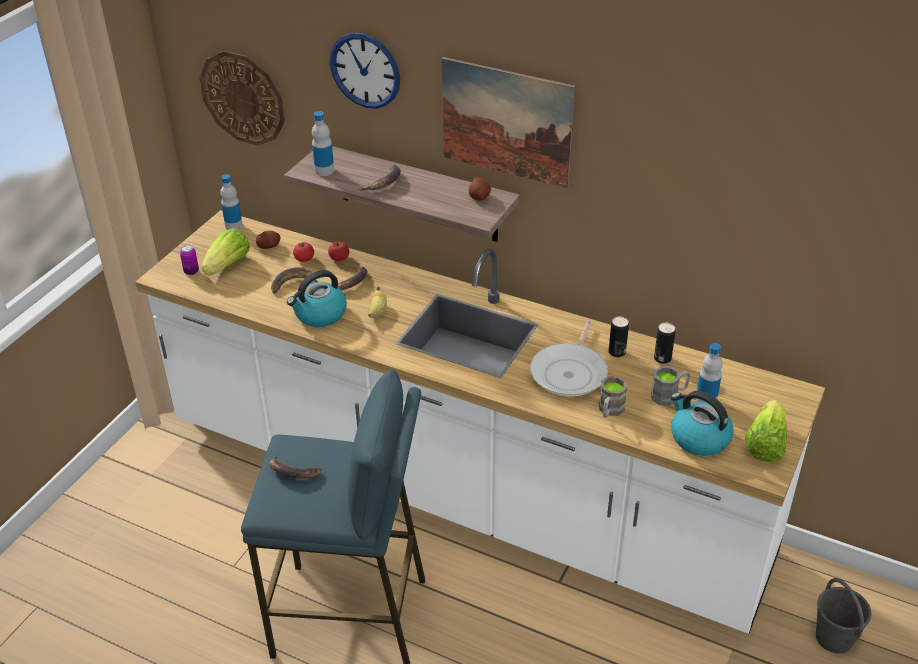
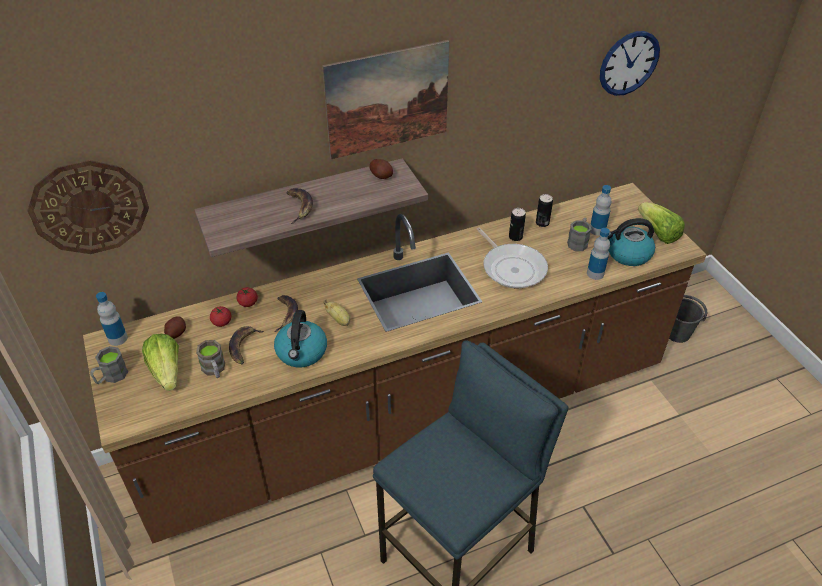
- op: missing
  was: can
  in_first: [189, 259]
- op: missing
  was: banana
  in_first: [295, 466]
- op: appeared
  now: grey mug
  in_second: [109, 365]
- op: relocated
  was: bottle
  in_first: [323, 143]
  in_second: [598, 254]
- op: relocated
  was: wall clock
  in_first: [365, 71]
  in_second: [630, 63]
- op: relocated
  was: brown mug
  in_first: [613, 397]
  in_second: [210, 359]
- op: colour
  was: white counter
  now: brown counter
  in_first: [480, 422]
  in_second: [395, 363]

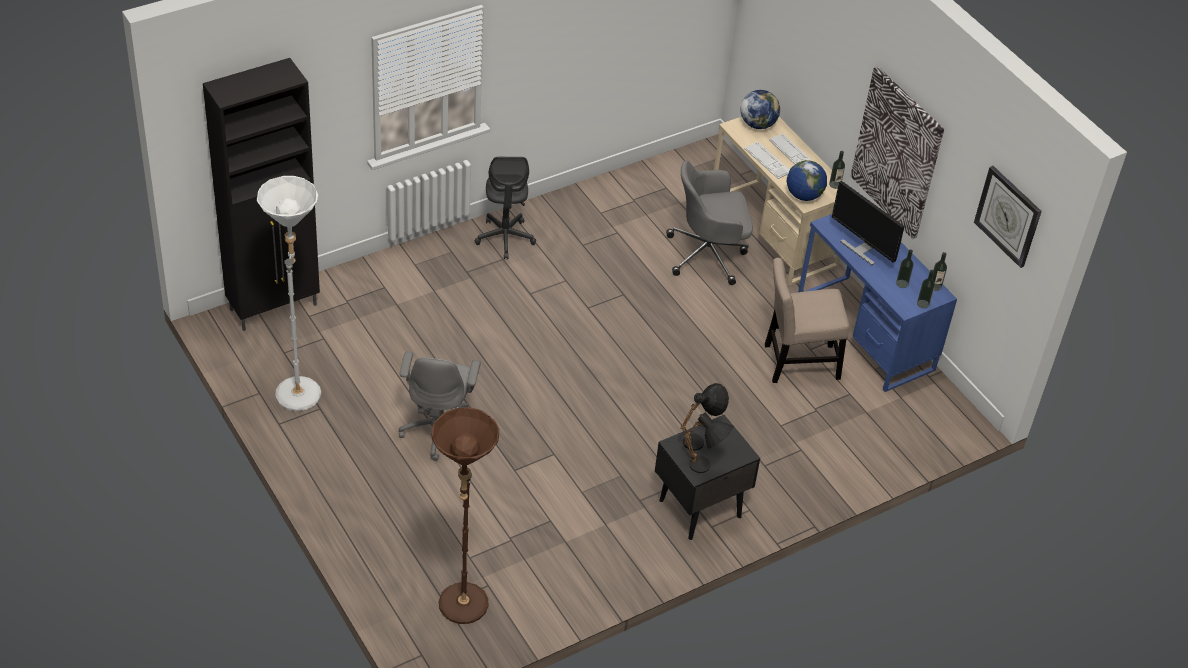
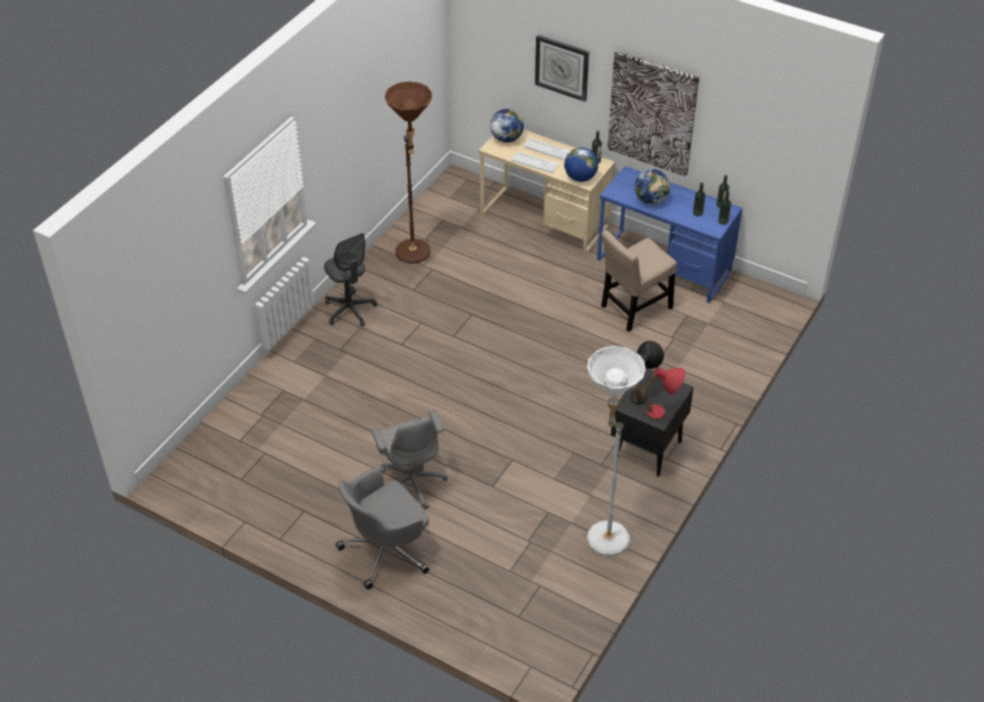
- op: missing
  was: black cabinet
  in_first: [261, 194]
- op: relocated
  was: white floor lamp
  in_first: [289, 293]
  in_second: [616, 451]
- op: relocated
  was: brown floor lamp
  in_first: [465, 515]
  in_second: [408, 172]
- op: relocated
  was: grey office chair
  in_first: [709, 222]
  in_second: [382, 529]
- op: relocated
  was: wall clock
  in_first: [1008, 217]
  in_second: [562, 68]
- op: exchanged
  was: monitor
  now: globe
  in_first: [868, 222]
  in_second: [652, 186]
- op: colour
  was: black table lamp
  now: red table lamp
  in_first: [709, 443]
  in_second: [663, 393]

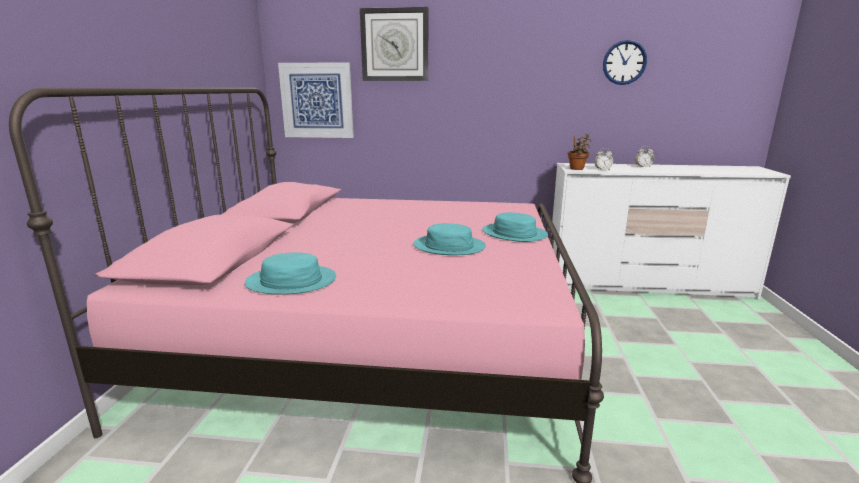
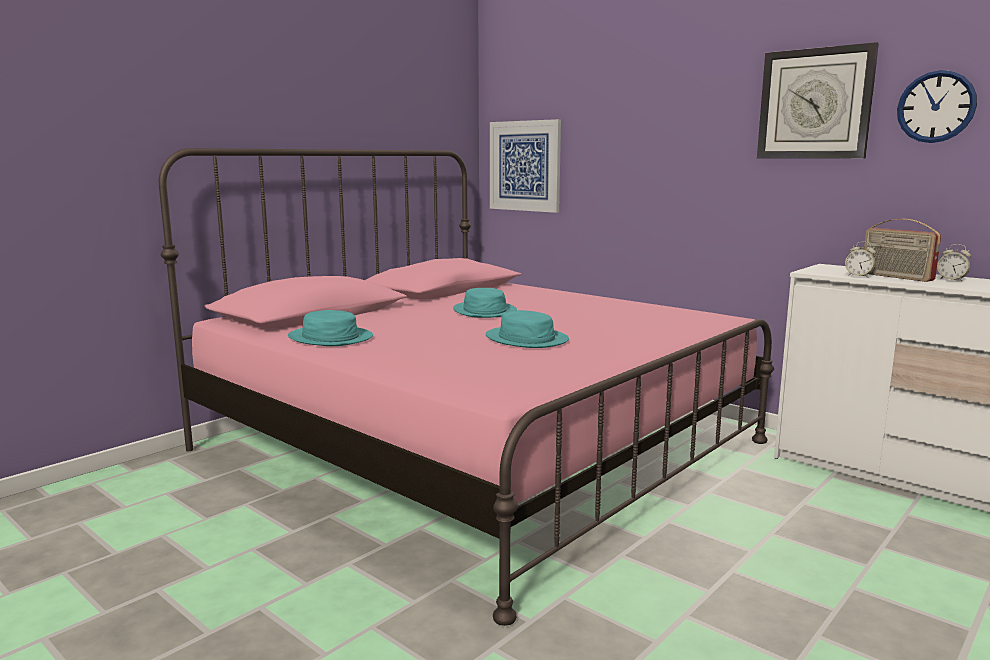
- op: missing
  was: potted plant
  in_first: [579, 152]
- op: appeared
  now: radio
  in_second: [902, 250]
- op: relocated
  was: wall clock
  in_first: [394, 44]
  in_second: [818, 100]
- op: relocated
  was: turquoise hat
  in_first: [515, 227]
  in_second: [485, 303]

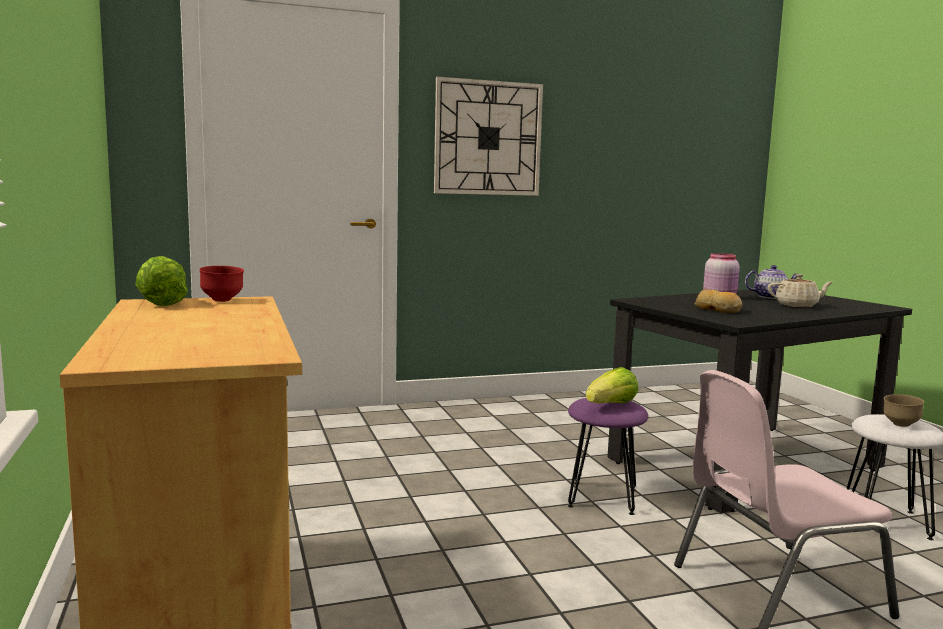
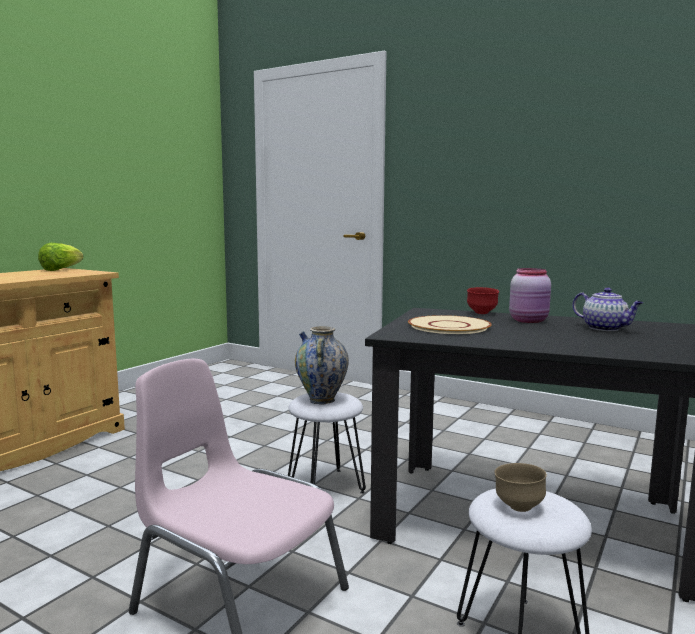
- op: missing
  was: wall clock
  in_first: [488, 136]
- op: missing
  was: beige teapot
  in_first: [800, 290]
- op: relocated
  was: red bowl
  in_first: [221, 284]
  in_second: [483, 300]
- op: exchanged
  was: lettuce
  now: vase
  in_first: [612, 385]
  in_second: [322, 365]
- op: exchanged
  was: bread
  now: beige plate
  in_first: [718, 301]
  in_second: [450, 324]
- op: colour
  was: purple stool
  now: white stool
  in_first: [608, 456]
  in_second: [327, 443]

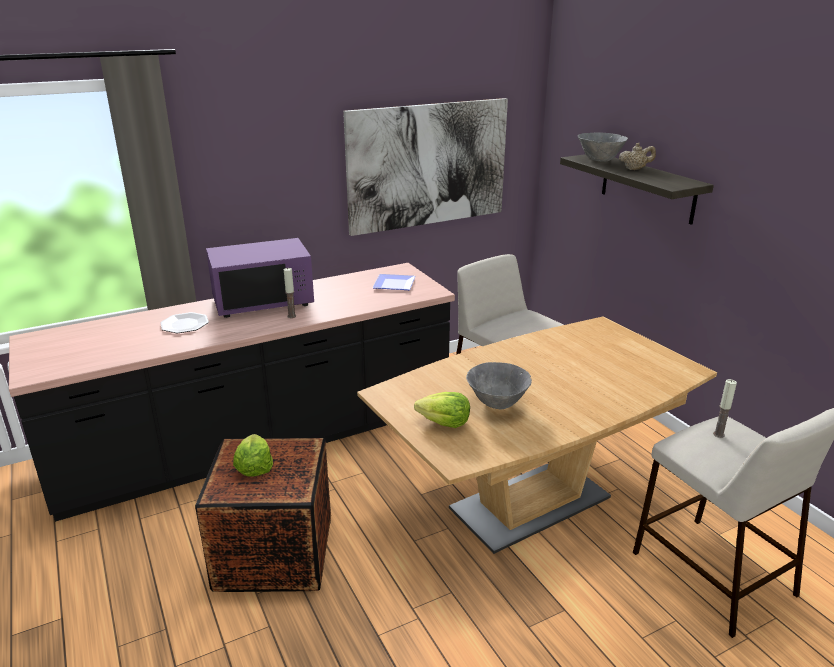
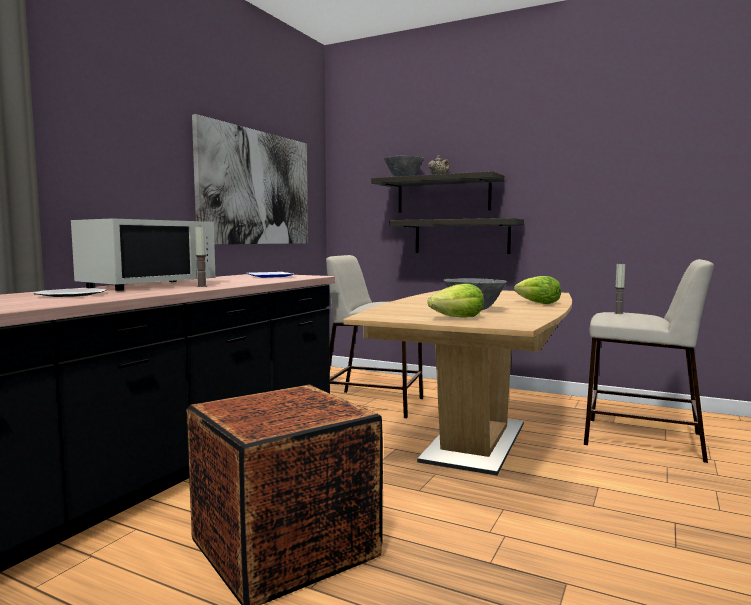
- op: appeared
  now: shelf
  in_second: [456, 236]
- op: relocated
  was: lettuce
  in_first: [253, 455]
  in_second: [537, 290]
- op: colour
  was: purple microwave
  now: white microwave
  in_first: [260, 278]
  in_second: [143, 254]

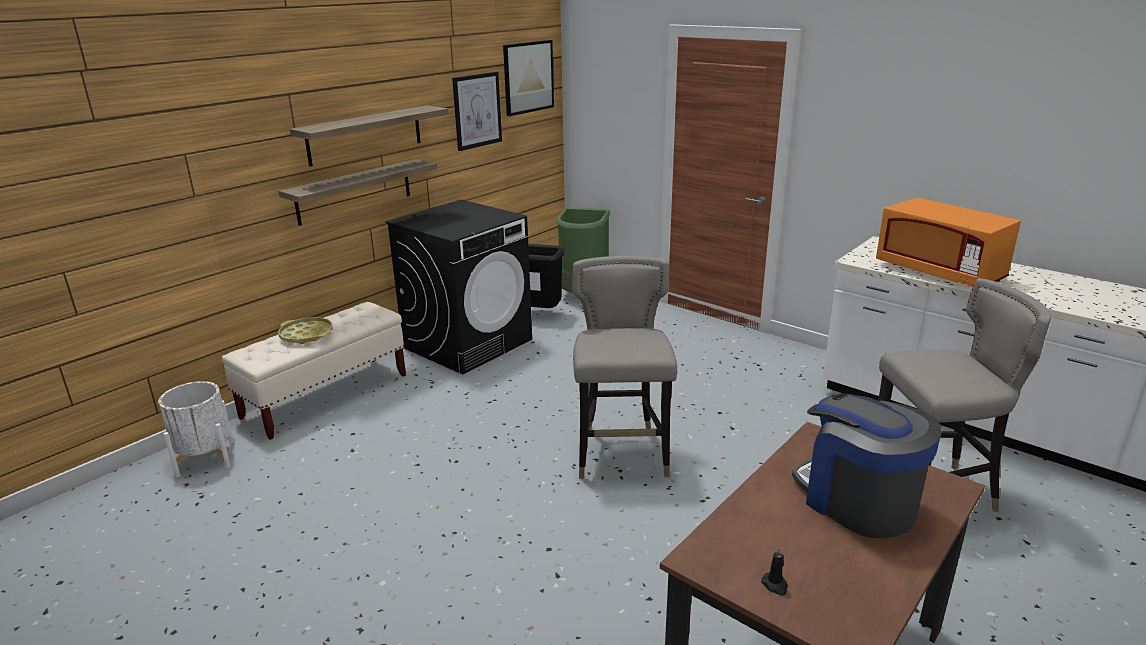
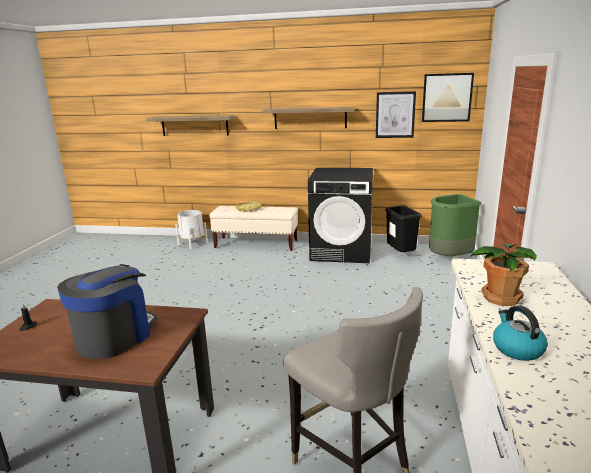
- op: missing
  was: grey stool
  in_first: [624, 367]
- op: appeared
  now: kettle
  in_second: [520, 333]
- op: relocated
  was: shelf
  in_first: [357, 192]
  in_second: [190, 125]
- op: exchanged
  was: orange microwave
  now: potted plant
  in_first: [948, 242]
  in_second: [503, 274]

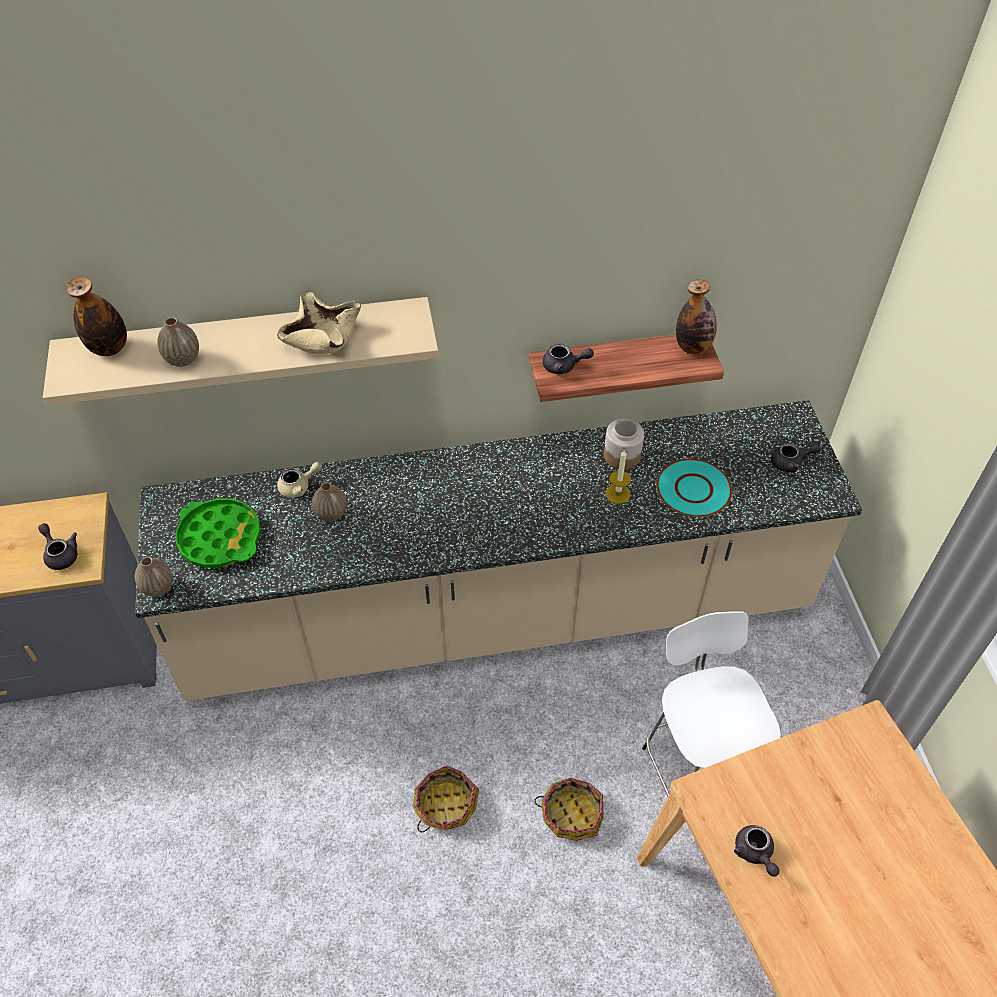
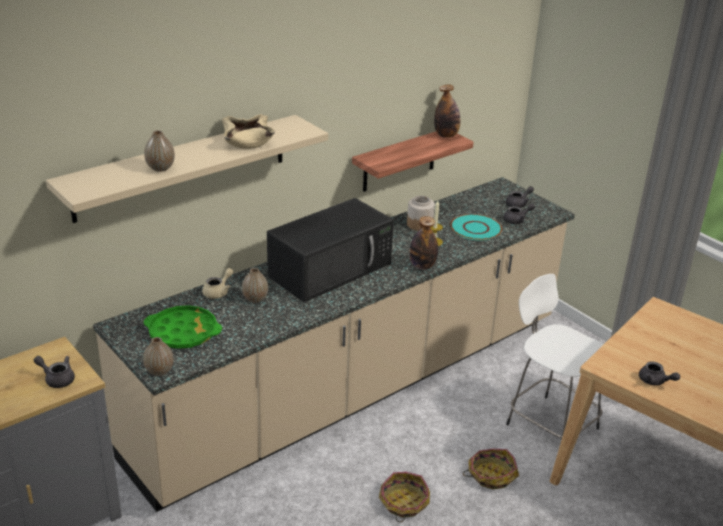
- op: appeared
  now: black microwave
  in_second: [330, 250]
- op: relocated
  was: bottle
  in_first: [96, 316]
  in_second: [423, 243]
- op: relocated
  was: grey teapot
  in_first: [568, 359]
  in_second: [519, 213]

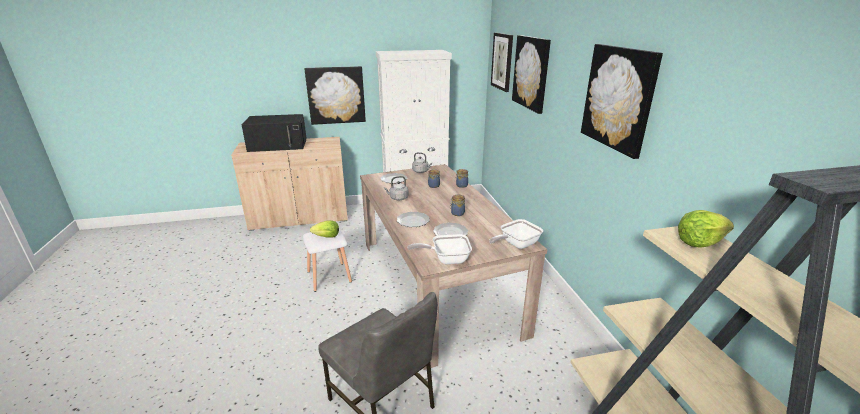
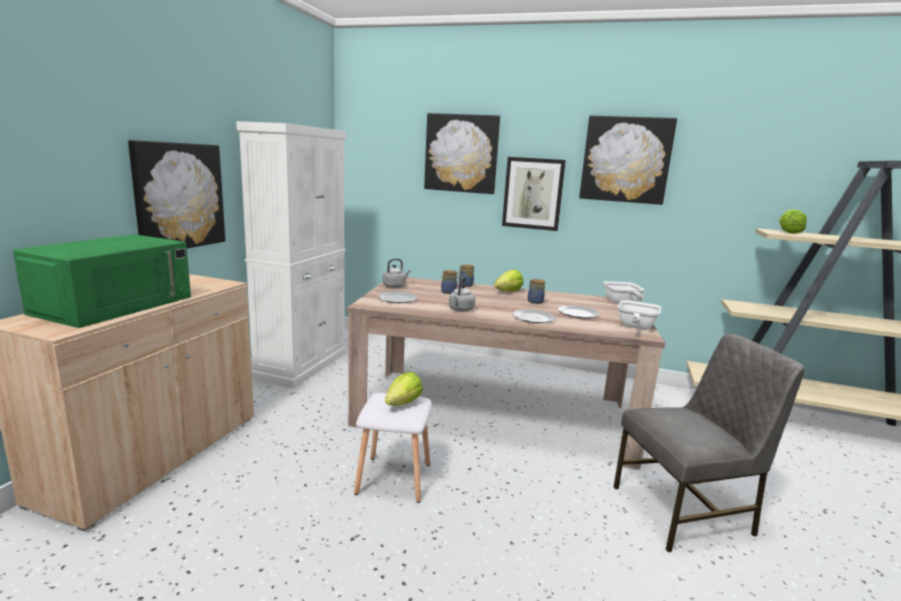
- op: appeared
  now: lettuce
  in_second: [508, 281]
- op: relocated
  was: picture
  in_first: [502, 62]
  in_second: [534, 194]
- op: colour
  was: black microwave
  now: green microwave
  in_first: [274, 133]
  in_second: [102, 281]

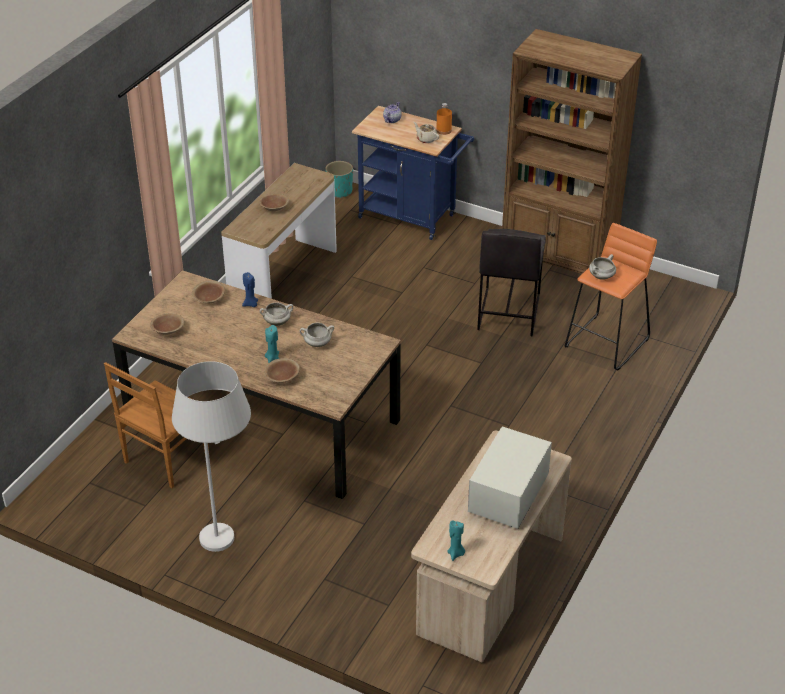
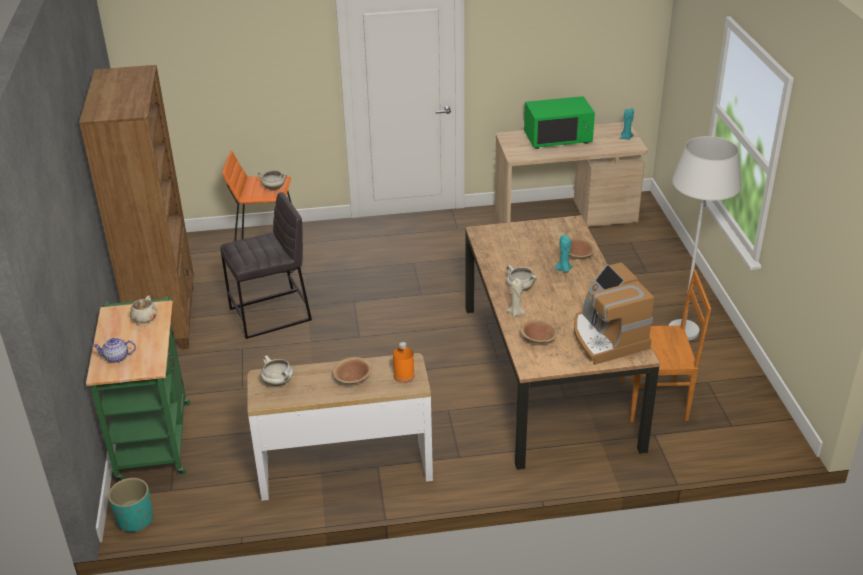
- op: relocated
  was: white cooking pot
  in_first: [317, 334]
  in_second: [277, 370]
- op: relocated
  was: orange bottle
  in_first: [444, 119]
  in_second: [404, 362]
- op: exchanged
  was: brown bowl
  now: coffee machine
  in_first: [167, 324]
  in_second: [614, 313]
- op: colour
  was: blue candle
  now: beige candle
  in_first: [250, 289]
  in_second: [516, 297]
- op: colour
  was: blue cart
  now: green cart
  in_first: [413, 173]
  in_second: [138, 389]
- op: colour
  was: white microwave
  now: green microwave
  in_first: [510, 477]
  in_second: [559, 122]

